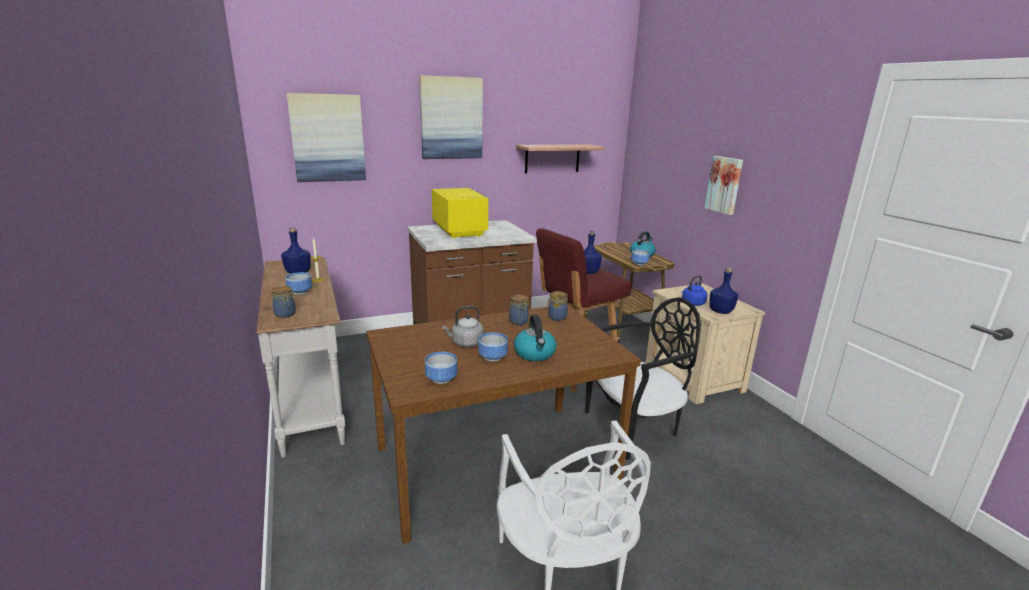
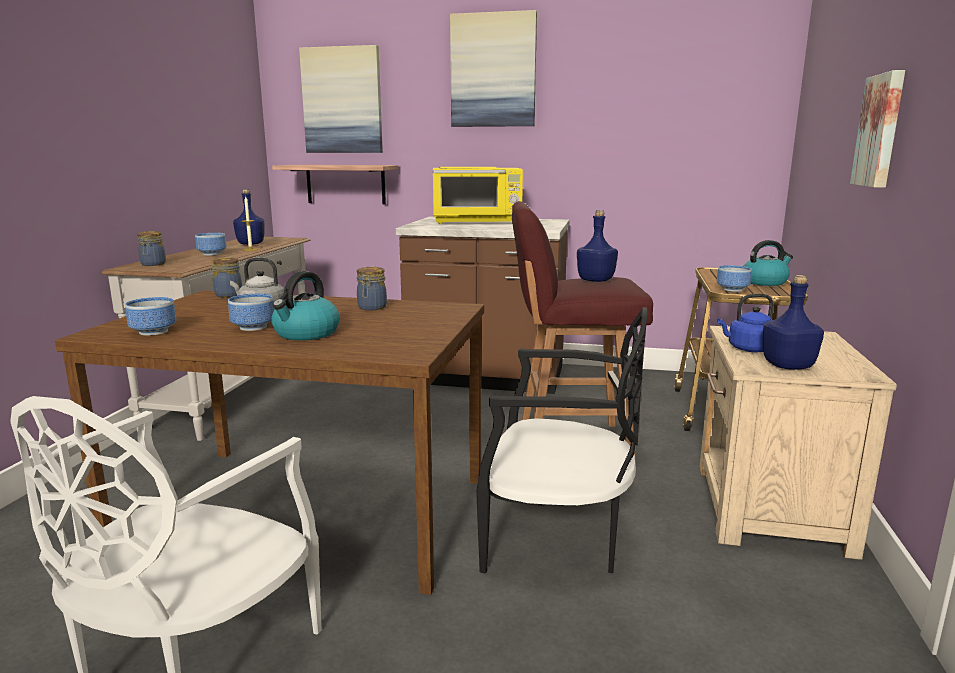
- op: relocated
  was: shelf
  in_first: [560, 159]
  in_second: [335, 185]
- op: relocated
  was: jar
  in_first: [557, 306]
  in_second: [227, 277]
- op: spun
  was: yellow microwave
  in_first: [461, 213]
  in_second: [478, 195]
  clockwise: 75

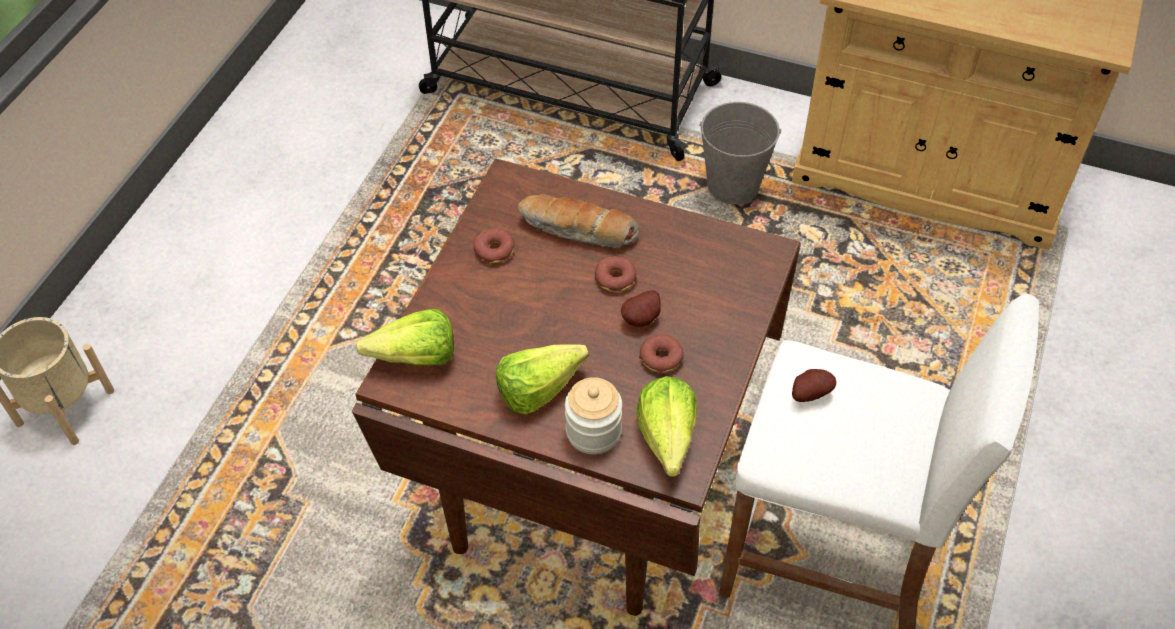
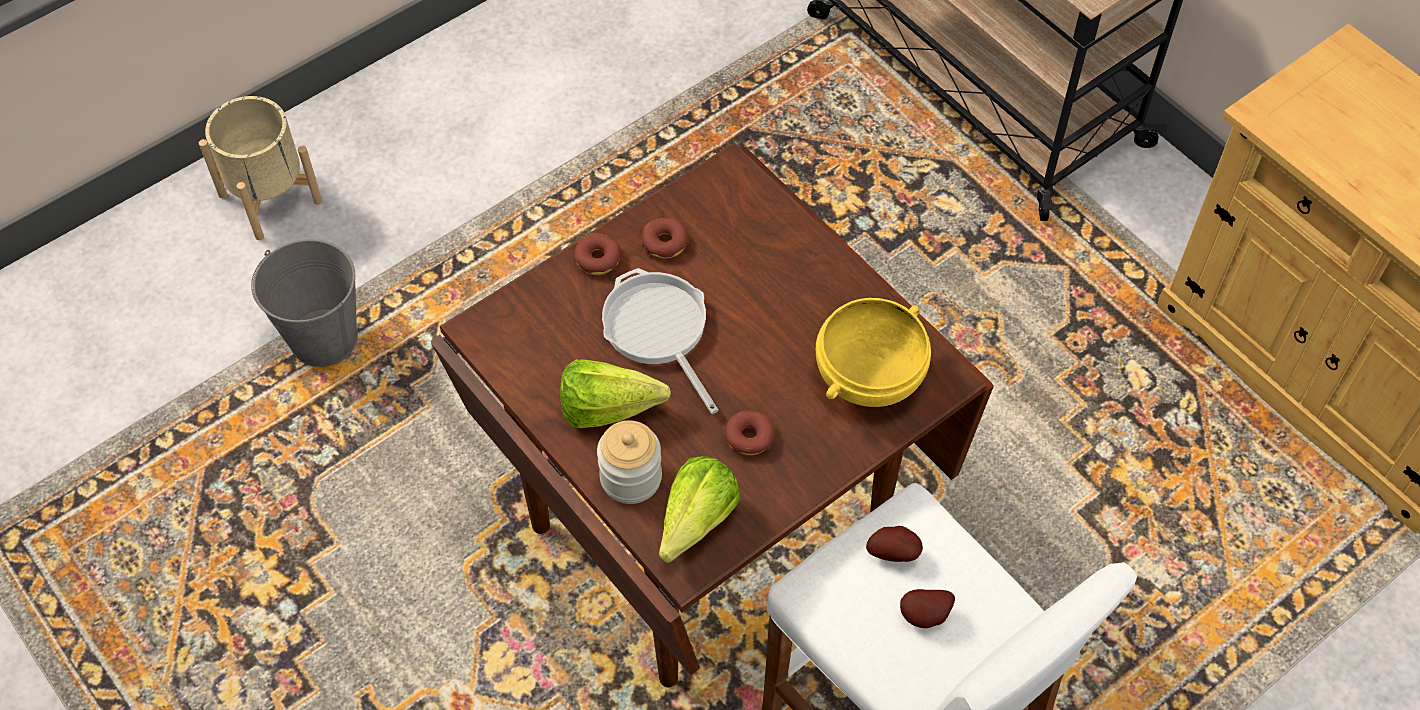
- op: missing
  was: lettuce
  in_first: [405, 337]
- op: missing
  was: bread
  in_first: [578, 221]
- op: appeared
  now: frying pan
  in_second: [660, 341]
- op: appeared
  now: yellow bowl
  in_second: [873, 352]
- op: relocated
  was: donut
  in_first: [616, 274]
  in_second: [597, 254]
- op: relocated
  was: potato
  in_first: [641, 308]
  in_second: [927, 608]
- op: relocated
  was: grey bucket
  in_first: [740, 153]
  in_second: [304, 303]

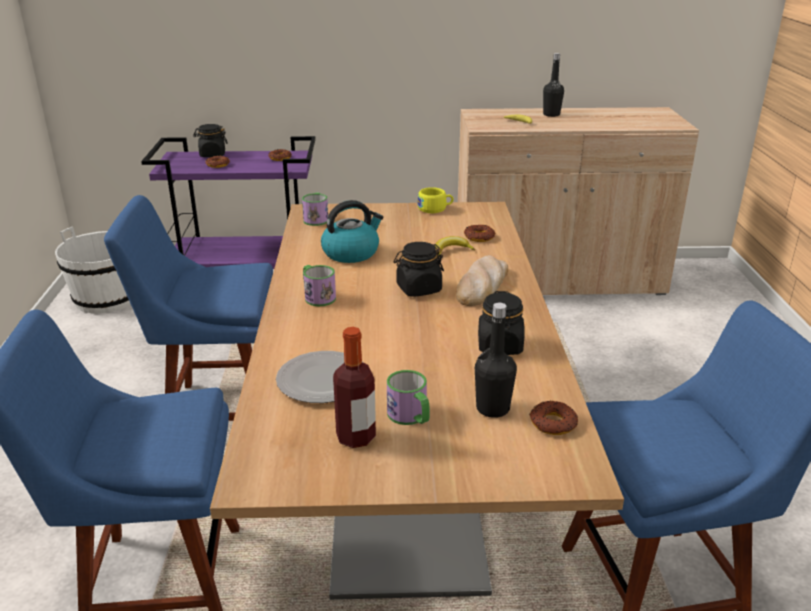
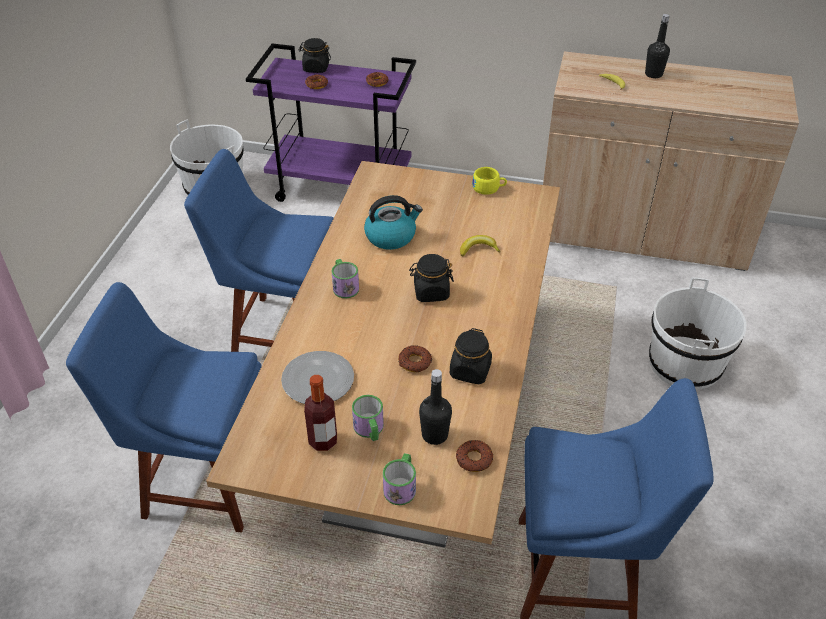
- op: missing
  was: bread
  in_first: [482, 280]
- op: appeared
  now: white bucket
  in_second: [697, 333]
- op: relocated
  was: mug
  in_first: [315, 209]
  in_second: [399, 479]
- op: relocated
  was: donut
  in_first: [479, 233]
  in_second: [415, 359]

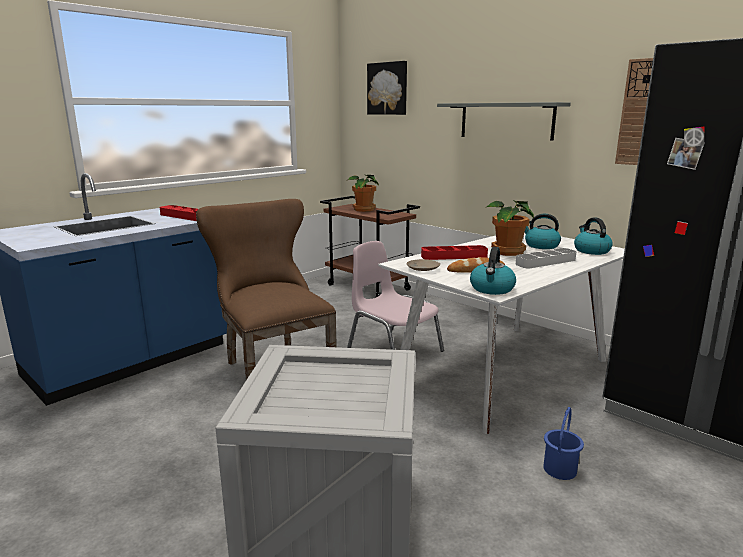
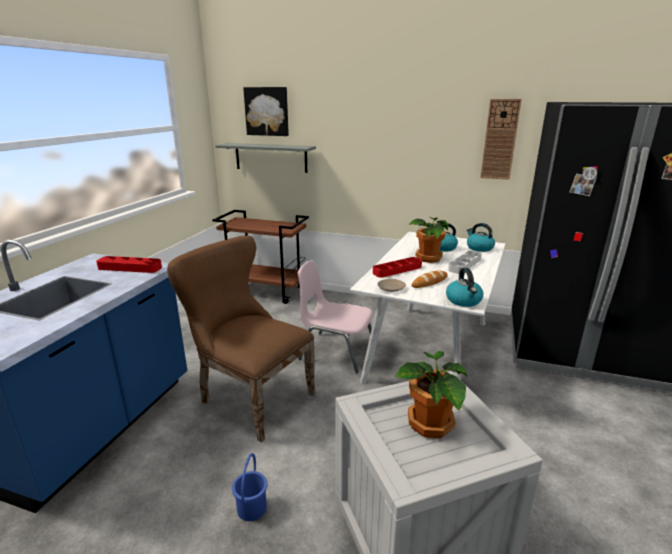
- op: relocated
  was: potted plant
  in_first: [363, 193]
  in_second: [431, 394]
- op: relocated
  was: grey shelf
  in_first: [504, 121]
  in_second: [265, 158]
- op: relocated
  was: blue bucket
  in_first: [563, 443]
  in_second: [249, 487]

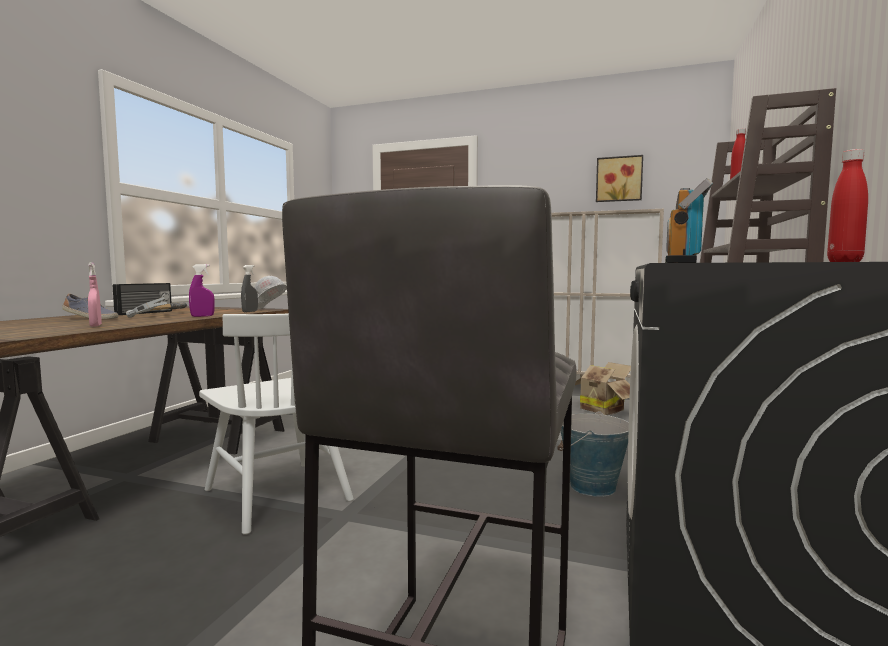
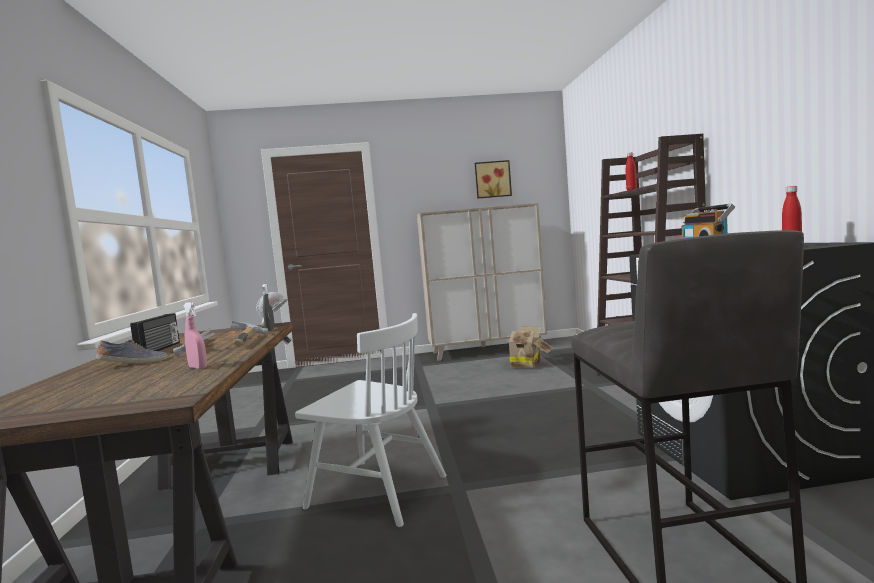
- op: missing
  was: bucket
  in_first: [593, 454]
- op: exchanged
  was: purple spray bottle
  now: hammer
  in_first: [202, 290]
  in_second: [249, 333]

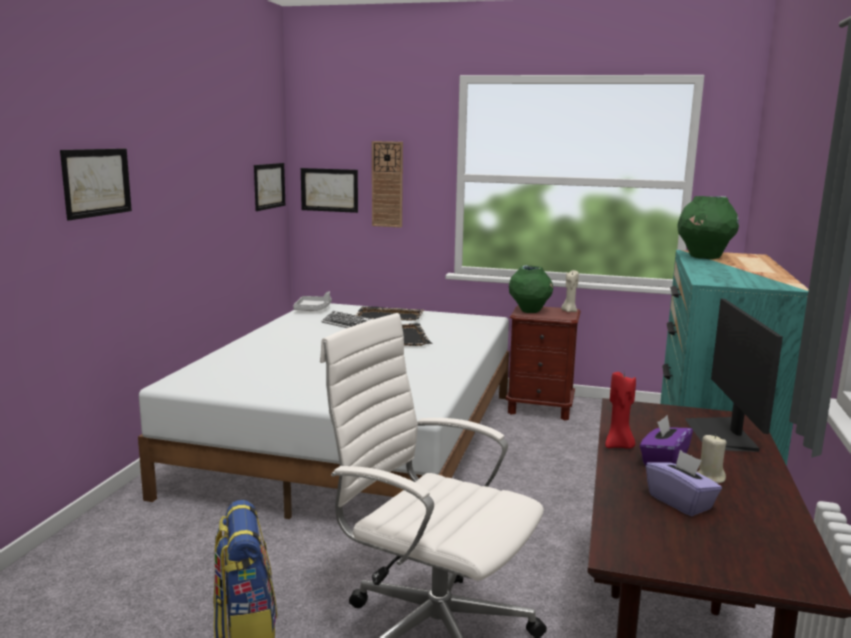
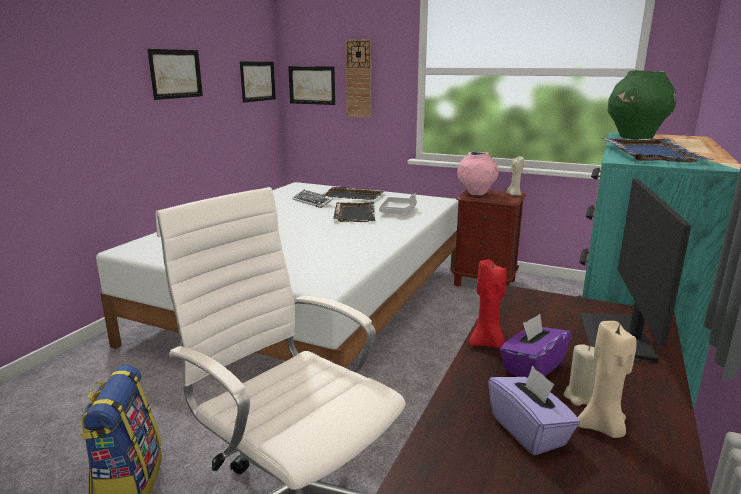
- op: appeared
  now: beige candle
  in_second: [607, 379]
- op: appeared
  now: blue tray
  in_second: [657, 149]
- op: relocated
  was: picture
  in_first: [96, 184]
  in_second: [175, 74]
- op: relocated
  was: grey tray
  in_first: [312, 301]
  in_second: [398, 203]
- op: colour
  was: green vase
  now: pink vase
  in_first: [531, 289]
  in_second: [478, 173]

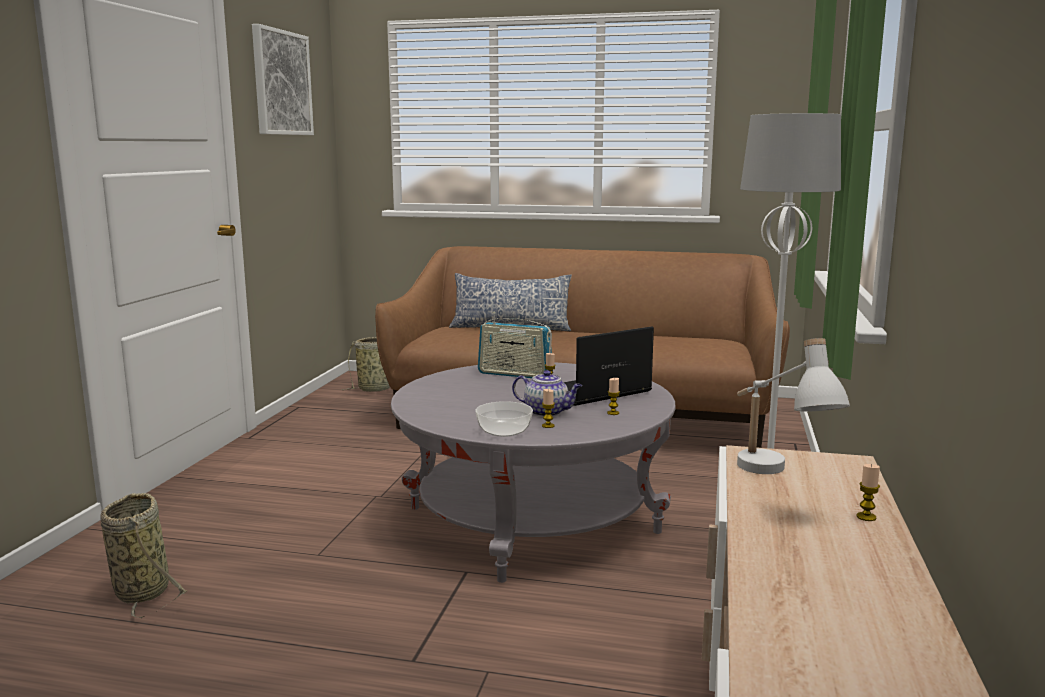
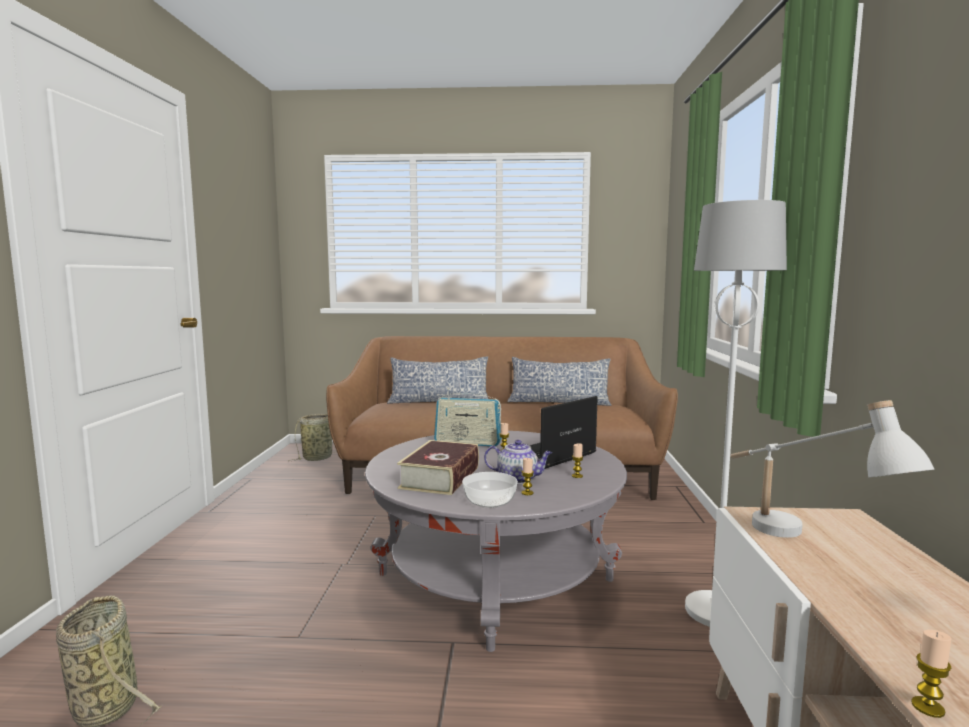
- op: missing
  was: picture
  in_first: [283, 79]
- op: appeared
  now: book
  in_second: [438, 467]
- op: appeared
  now: pillow
  in_second: [559, 381]
- op: relocated
  was: candle
  in_first: [868, 492]
  in_second: [931, 674]

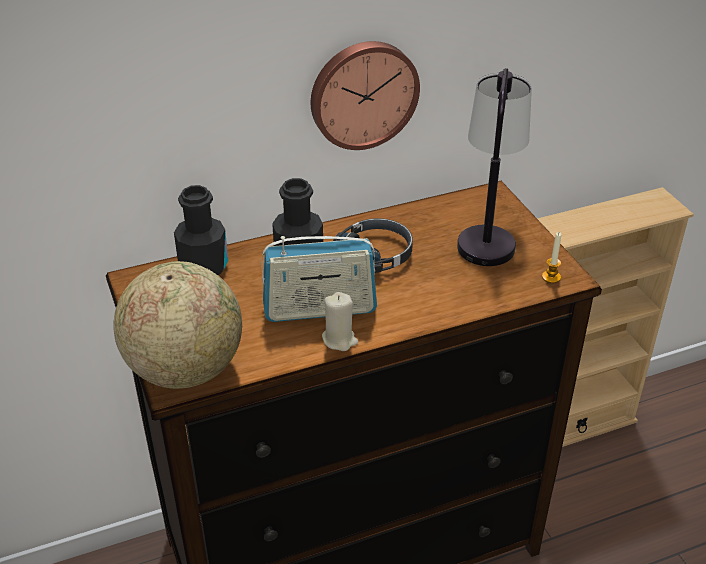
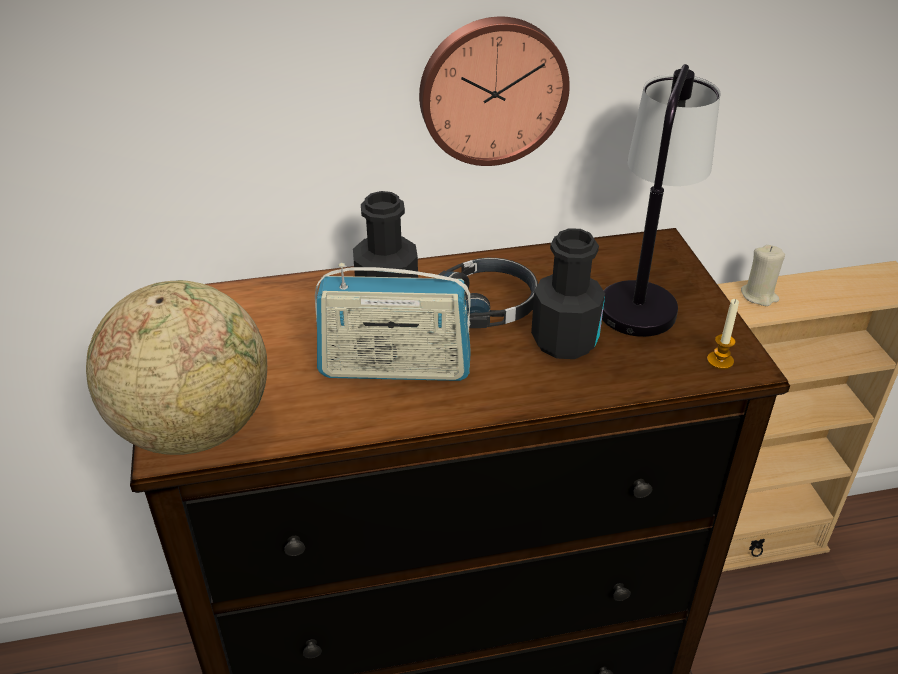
- op: relocated
  was: black bottle
  in_first: [201, 230]
  in_second: [568, 293]
- op: relocated
  was: beige candle
  in_first: [340, 321]
  in_second: [763, 275]

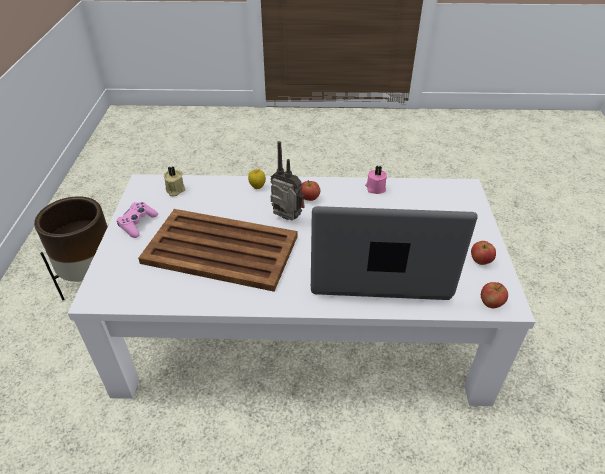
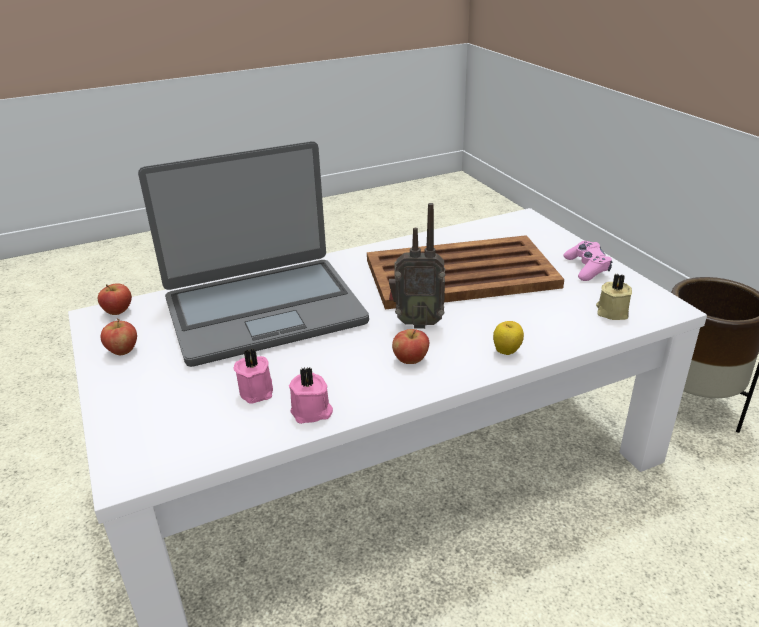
- op: appeared
  now: pink candle
  in_second: [253, 376]

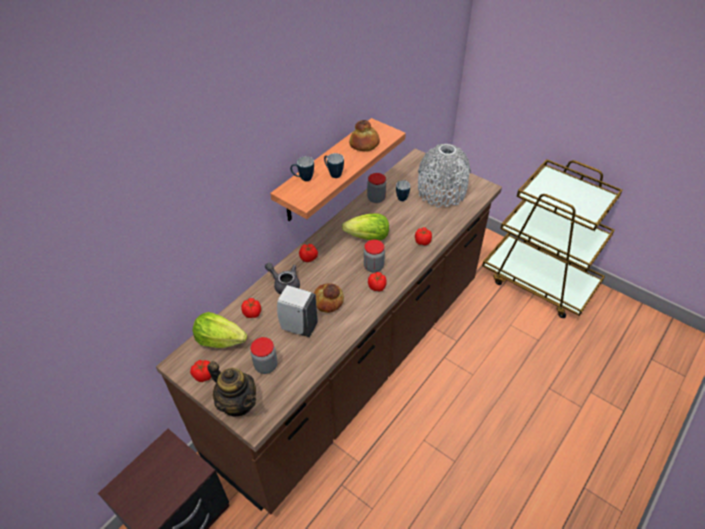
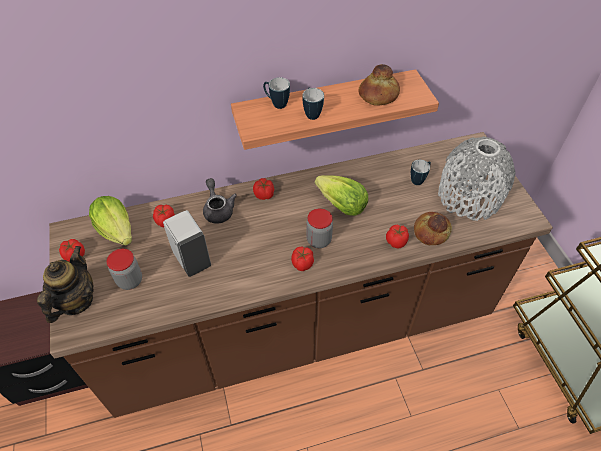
- op: missing
  was: jar
  in_first: [376, 188]
- op: relocated
  was: bread
  in_first: [329, 298]
  in_second: [433, 228]
- op: spun
  was: teapot
  in_first: [231, 388]
  in_second: [65, 284]
  clockwise: -150

